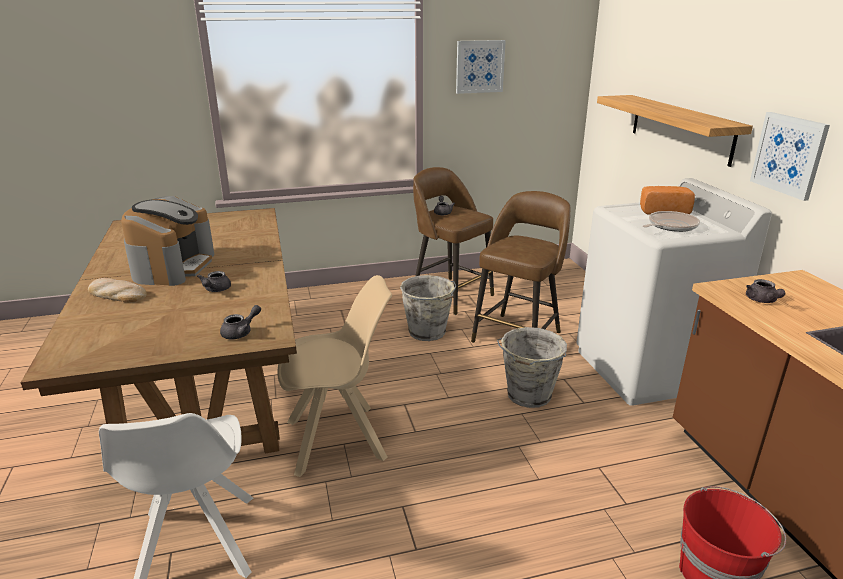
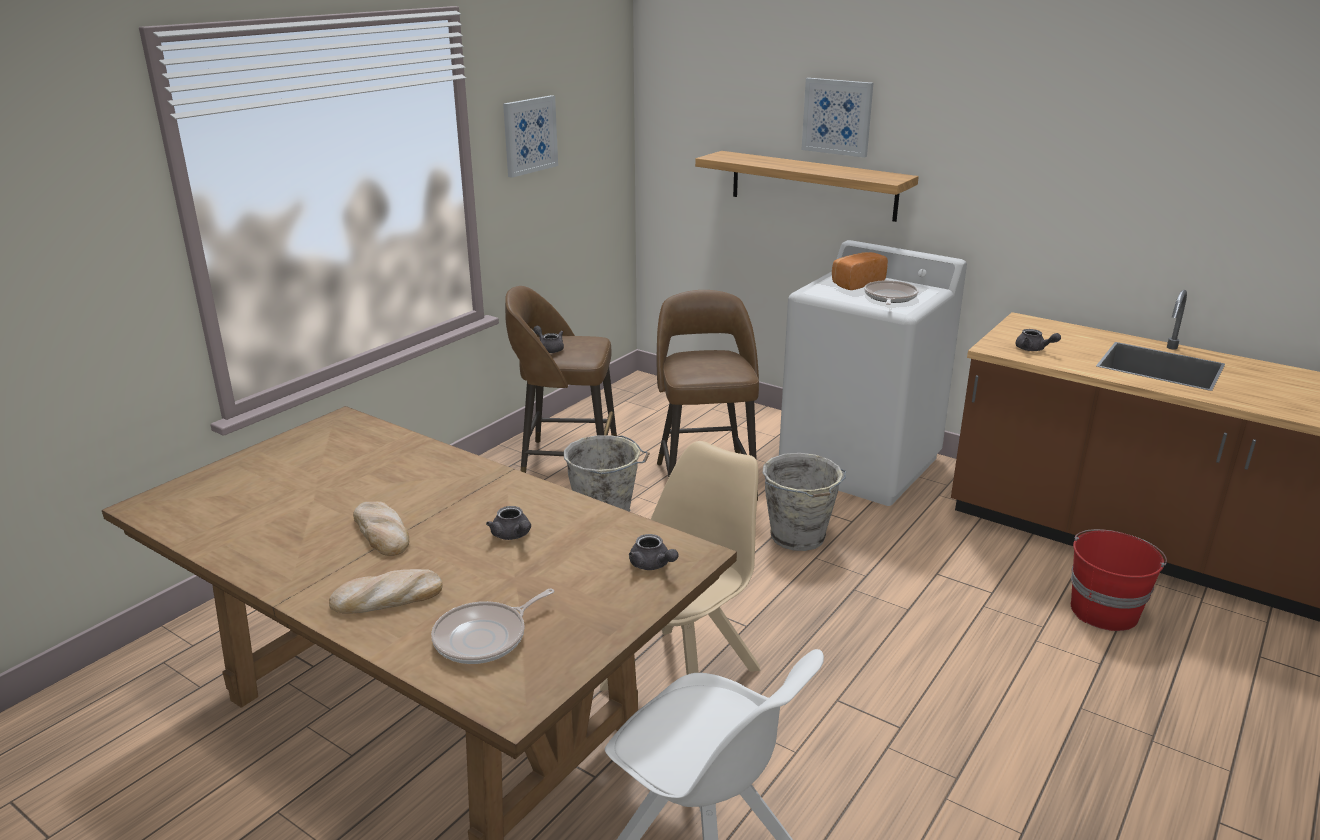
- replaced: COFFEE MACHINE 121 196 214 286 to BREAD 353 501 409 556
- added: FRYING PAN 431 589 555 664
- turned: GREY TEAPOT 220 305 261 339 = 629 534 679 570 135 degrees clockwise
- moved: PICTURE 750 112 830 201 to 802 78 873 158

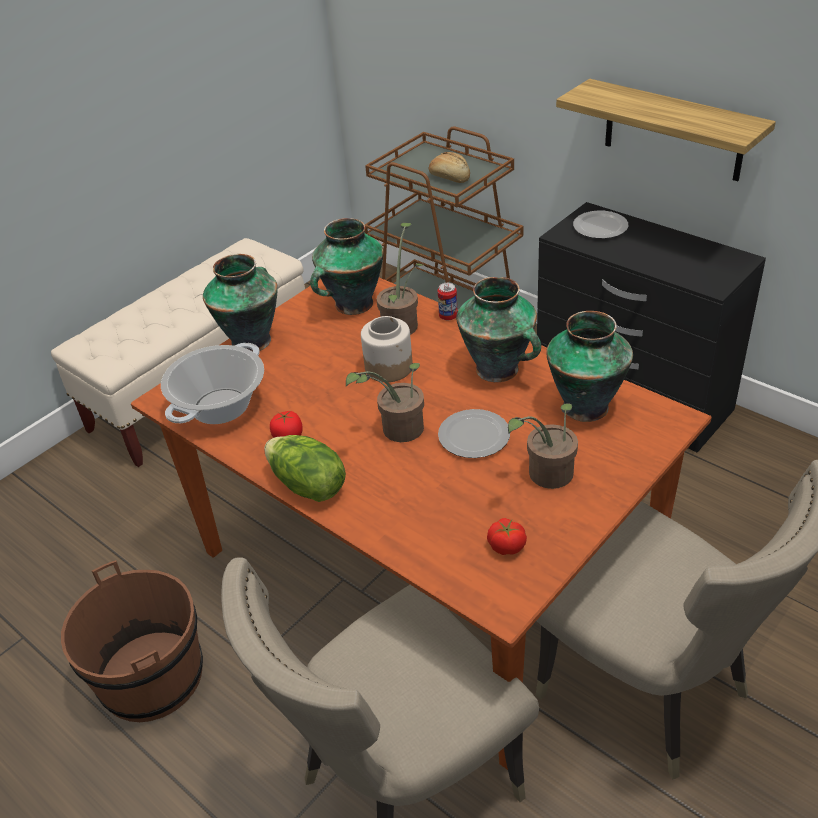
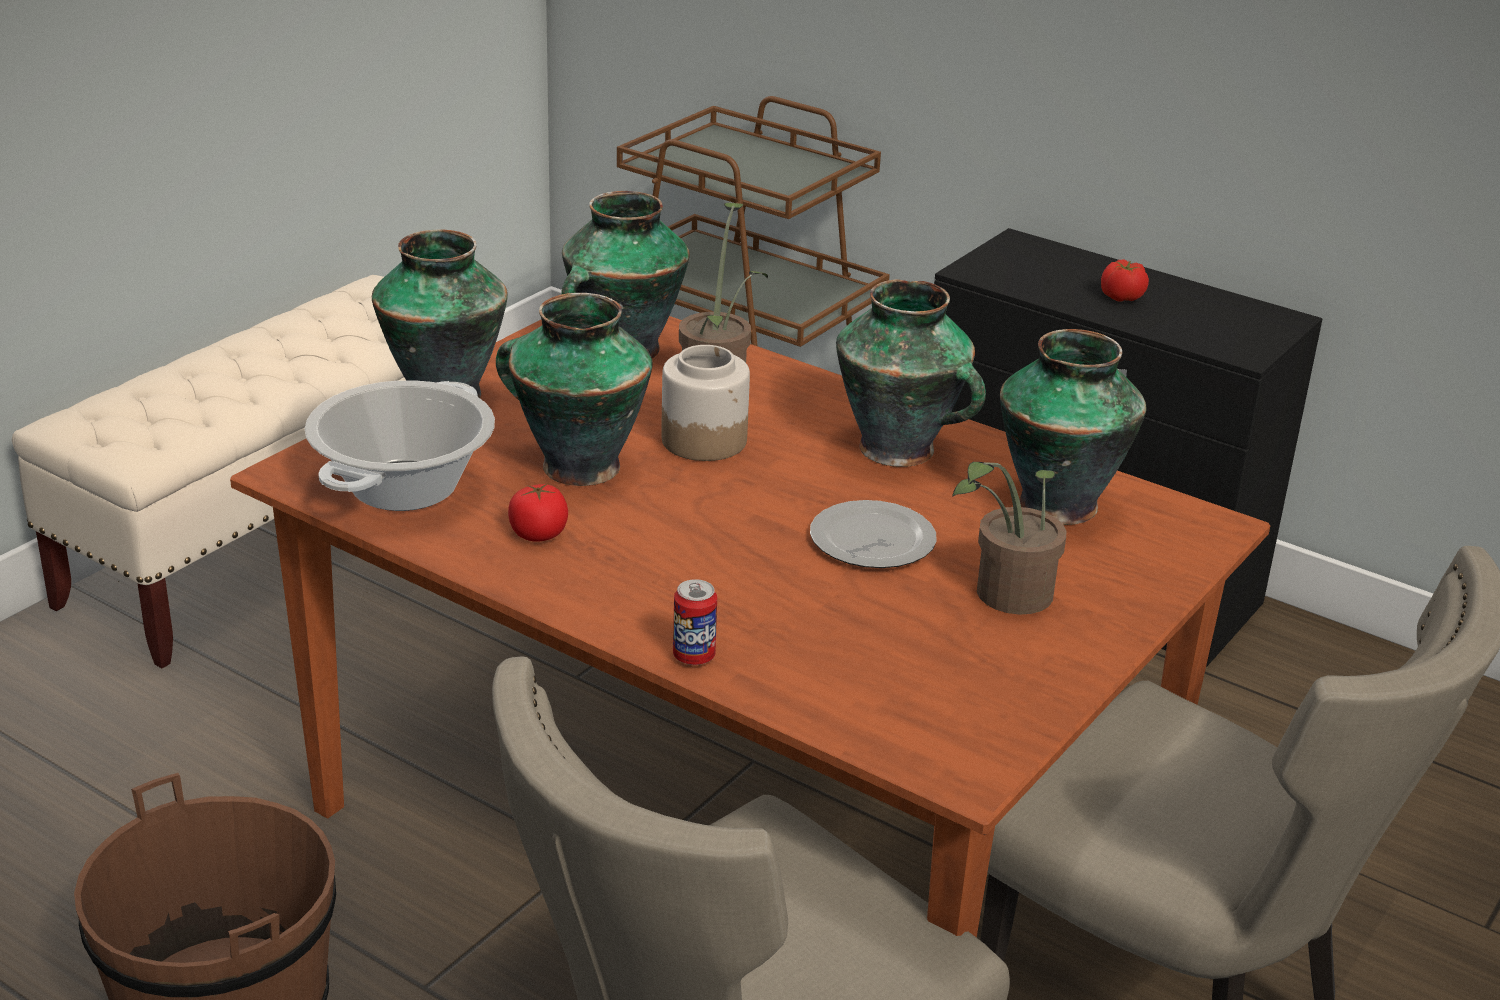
- added: VASE 496 293 653 486
- moved: CAN 438 283 458 320 to 673 579 717 665
- moved: TOMATO 487 518 527 555 to 1101 260 1149 302
- removed: LETTUCE 264 435 346 502
- removed: POTTED PLANT 346 363 424 442
- removed: BREAD 429 152 470 183
- removed: SHELF 556 79 776 181
- removed: PLATE 573 211 628 239

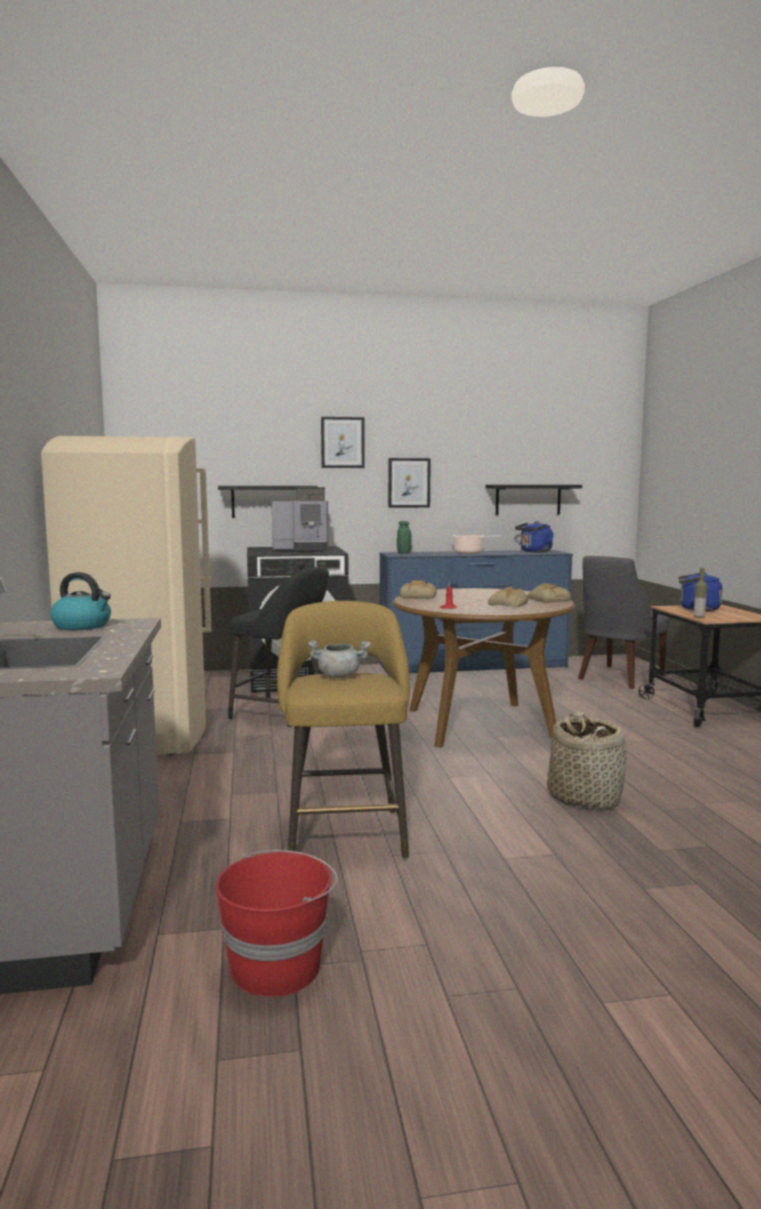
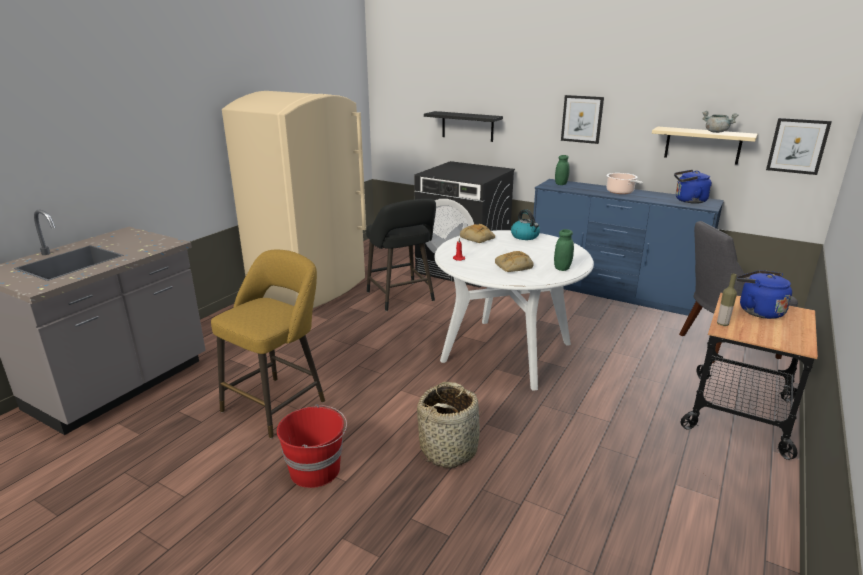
- moved: RED BUCKET 216 850 337 997 to 277 404 347 488
- recoloured: BROWN DINING TABLE 393 588 575 748 to WHITE DINING TABLE 434 230 594 391
- moved: KETTLE 50 572 111 630 to 511 209 540 240
- replaced: BREAD 527 583 571 603 to GREEN JAR 554 229 574 271
- recoloured: BLACK SHELF 486 485 582 515 to BEIGE SHELF 652 127 758 165
- moved: GREY COOKING POT 307 640 371 678 to 702 111 739 133
- moved: PICTURE 321 417 365 468 to 766 118 832 175
- removed: COFFEE MACHINE 272 487 328 552

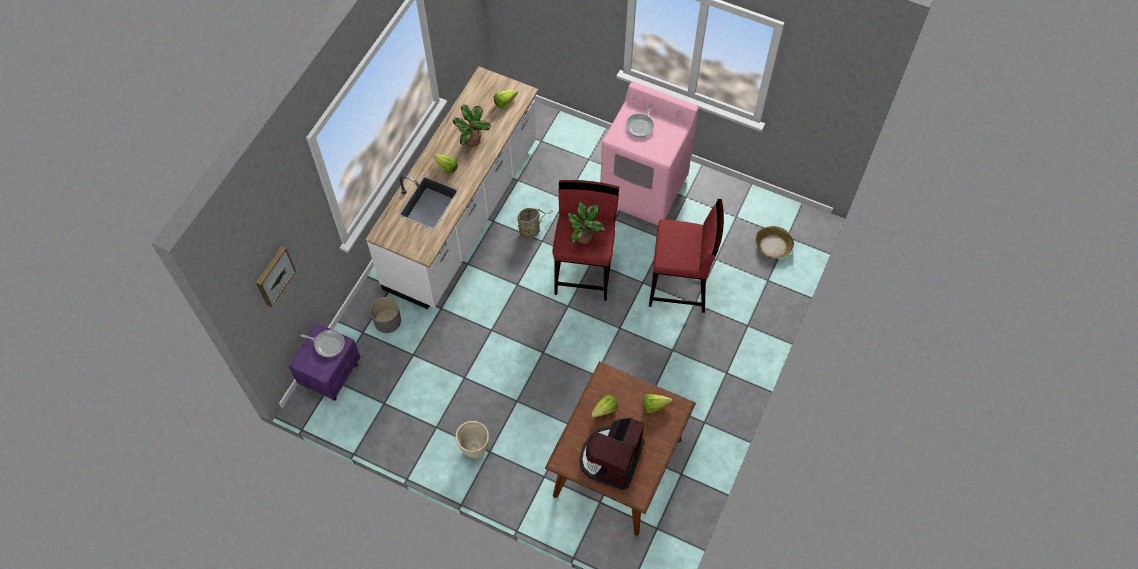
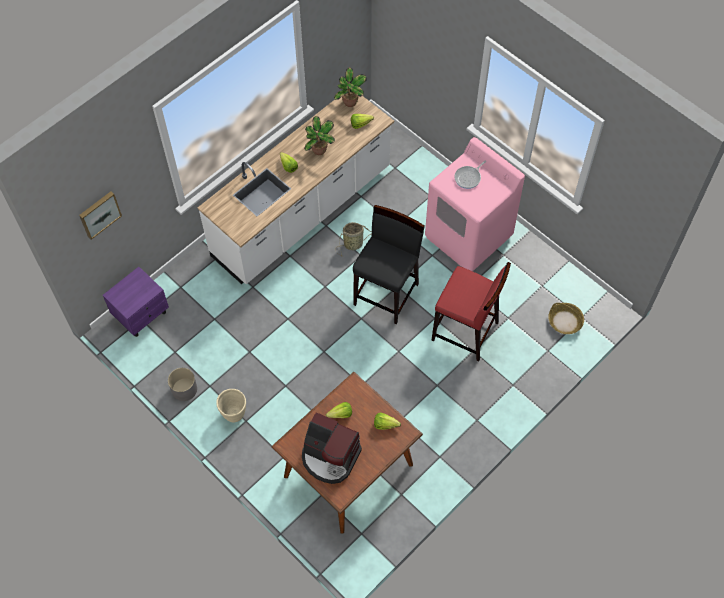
- moved: GREY PLANTER 370 297 401 333 to 168 368 197 401
- turned: COFFEE MACHINE 580 418 645 490 = 302 412 362 484 105 degrees counterclockwise
- moved: POTTED PLANT 567 202 605 244 to 334 67 367 107
- recoloured: RED STOOL 552 180 619 301 to BLACK STOOL 353 205 425 324
- removed: FRYING PAN 301 330 345 357

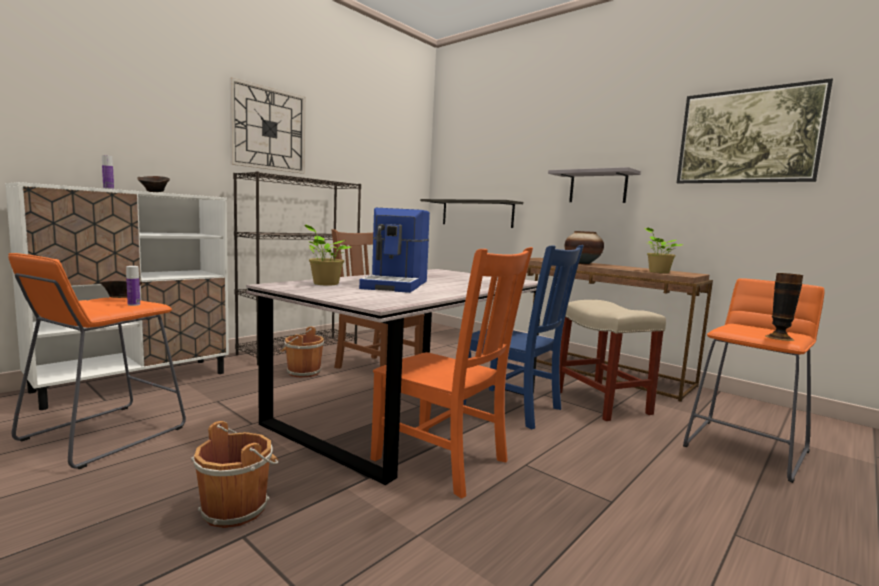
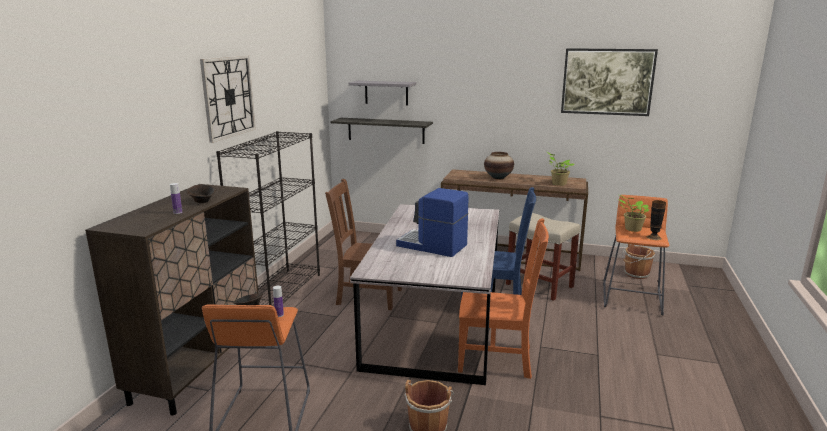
- recoloured: WHITE CABINET 5 182 229 410 to BROWN CABINET 85 184 260 415
- moved: GREY SHELF 548 167 641 203 to 348 81 416 105
- turned: COFFEE MACHINE 359 208 430 293 = 396 188 469 257 135 degrees clockwise
- moved: POTTED PLANT 304 225 351 285 to 618 195 650 232
- moved: BROWN BUCKET 280 327 324 378 to 622 244 655 279

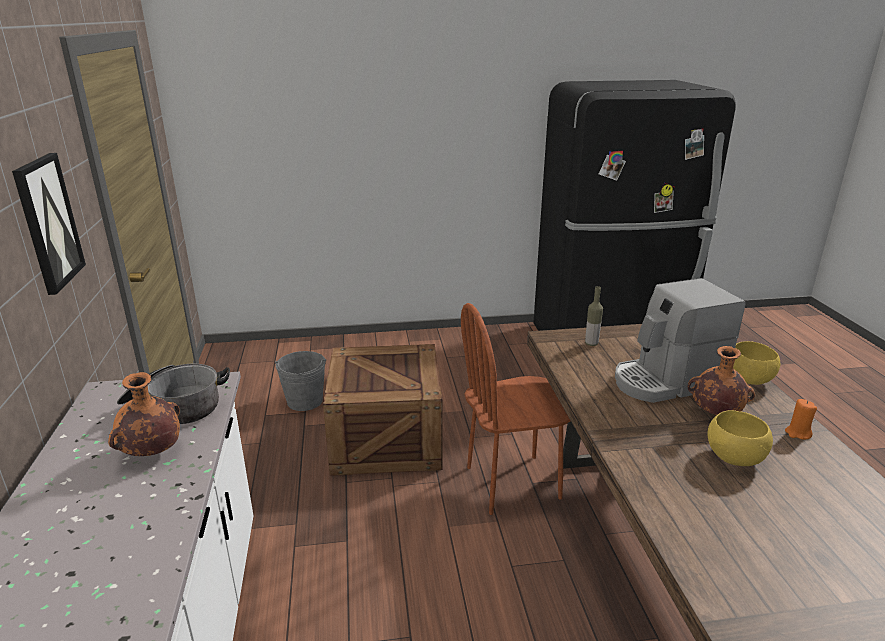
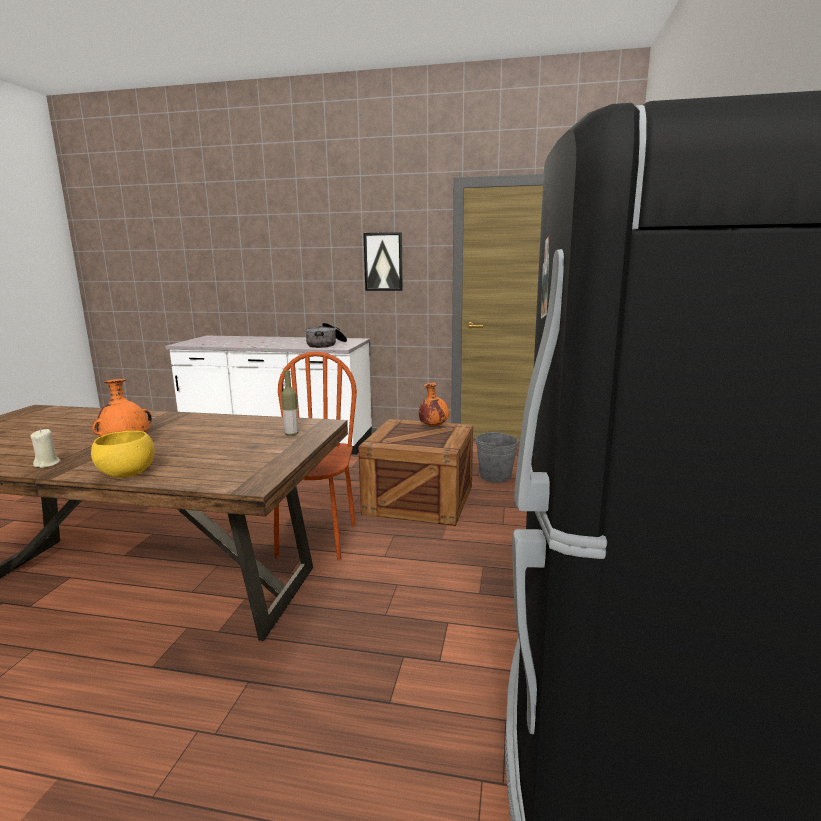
- recoloured: ORANGE CANDLE 785 399 817 440 to BEIGE CANDLE 30 429 61 468
- moved: ORANGE VASE 108 372 180 456 to 419 383 449 427
- removed: COFFEE MACHINE 615 278 746 403
- removed: YELLOW BOWL 707 410 773 466

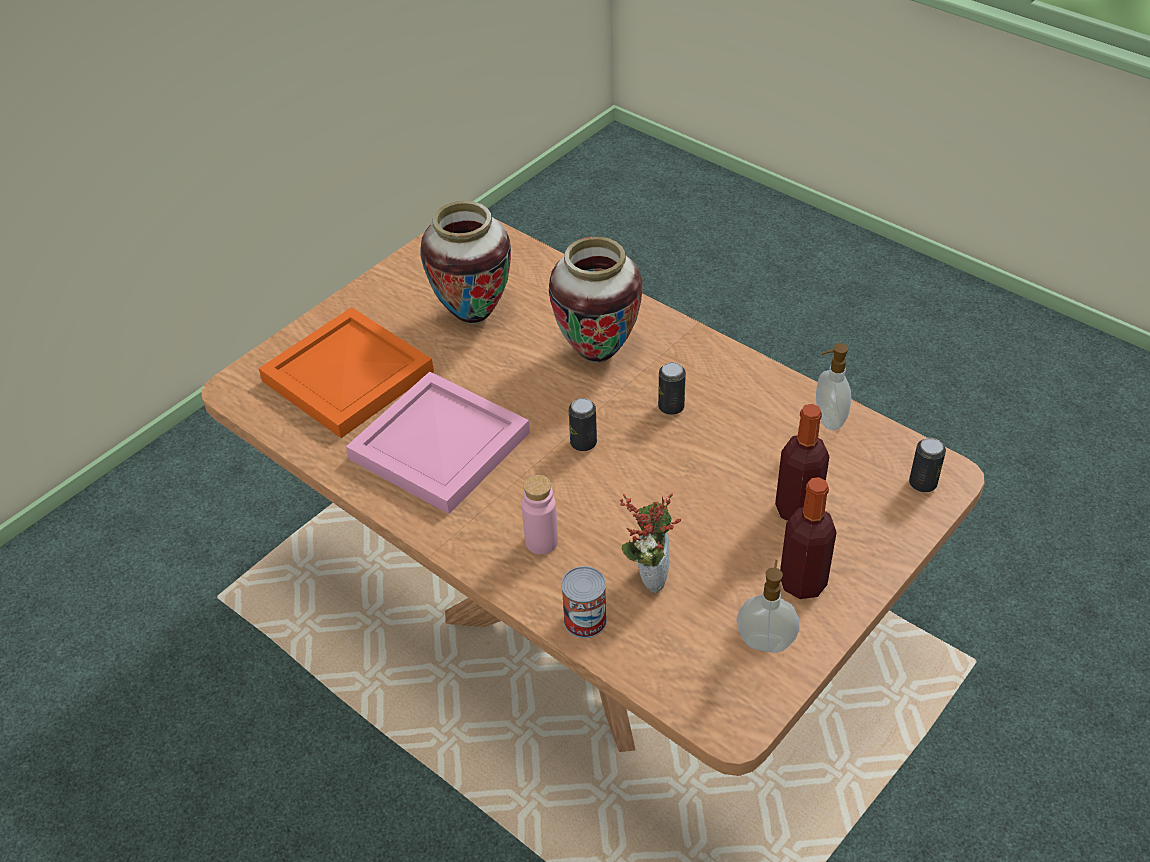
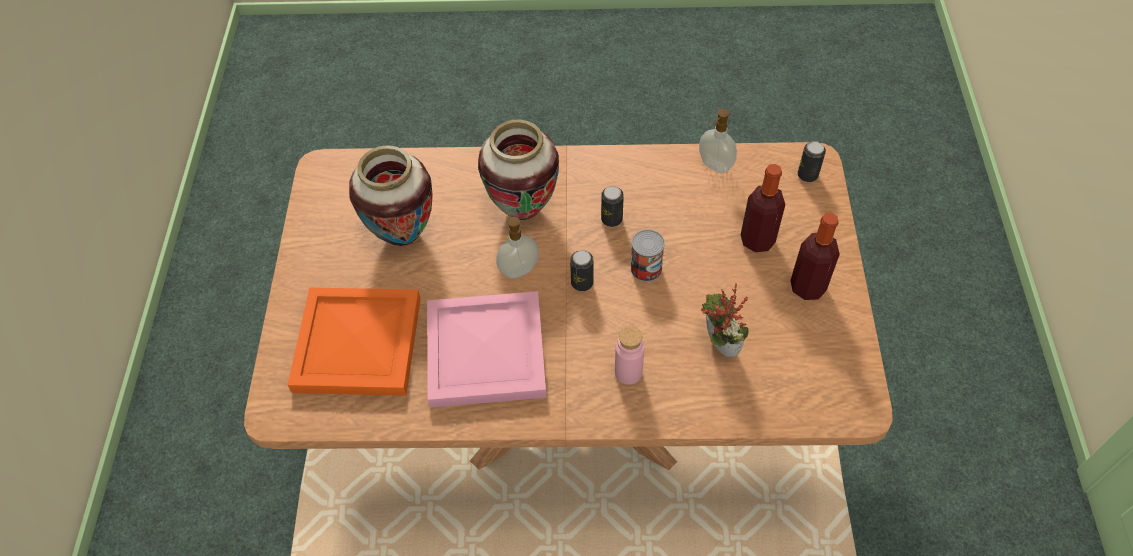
- moved: SOAP DISPENSER 736 560 800 653 to 496 212 539 279
- moved: CAN 561 566 607 638 to 630 229 665 282

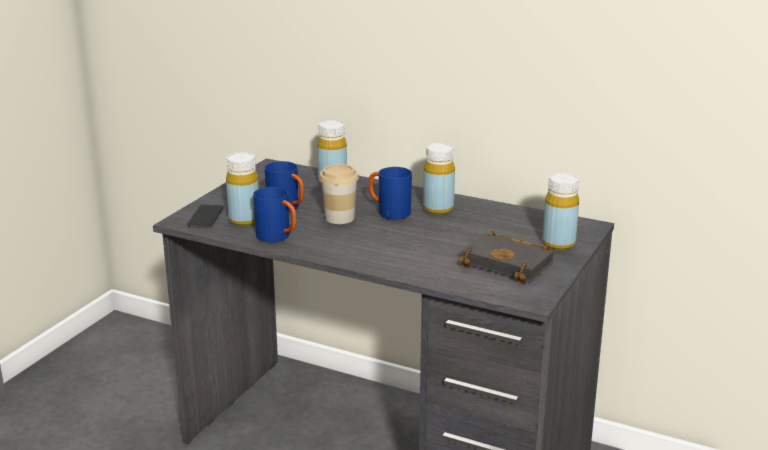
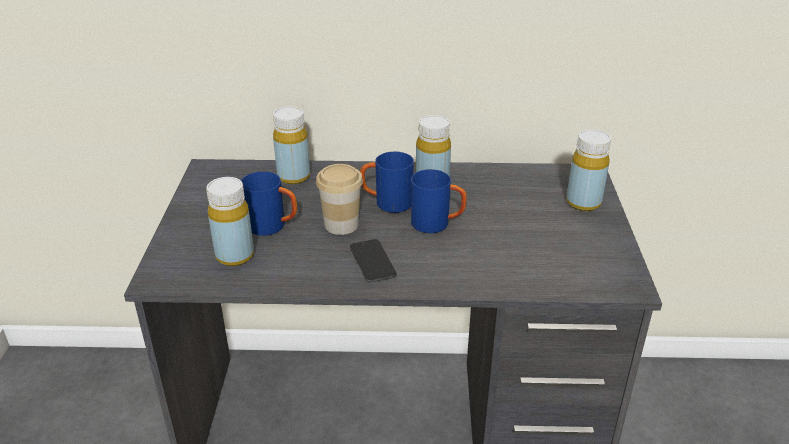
- moved: PHONE 187 205 224 228 to 350 239 397 282
- moved: BLUE MUG 253 187 296 242 to 411 169 467 233
- removed: BLACK BOOK 459 231 554 283

